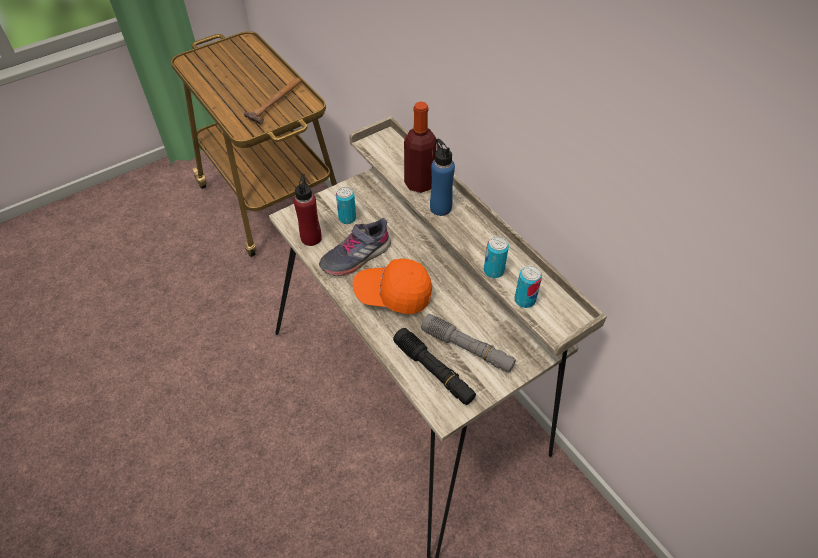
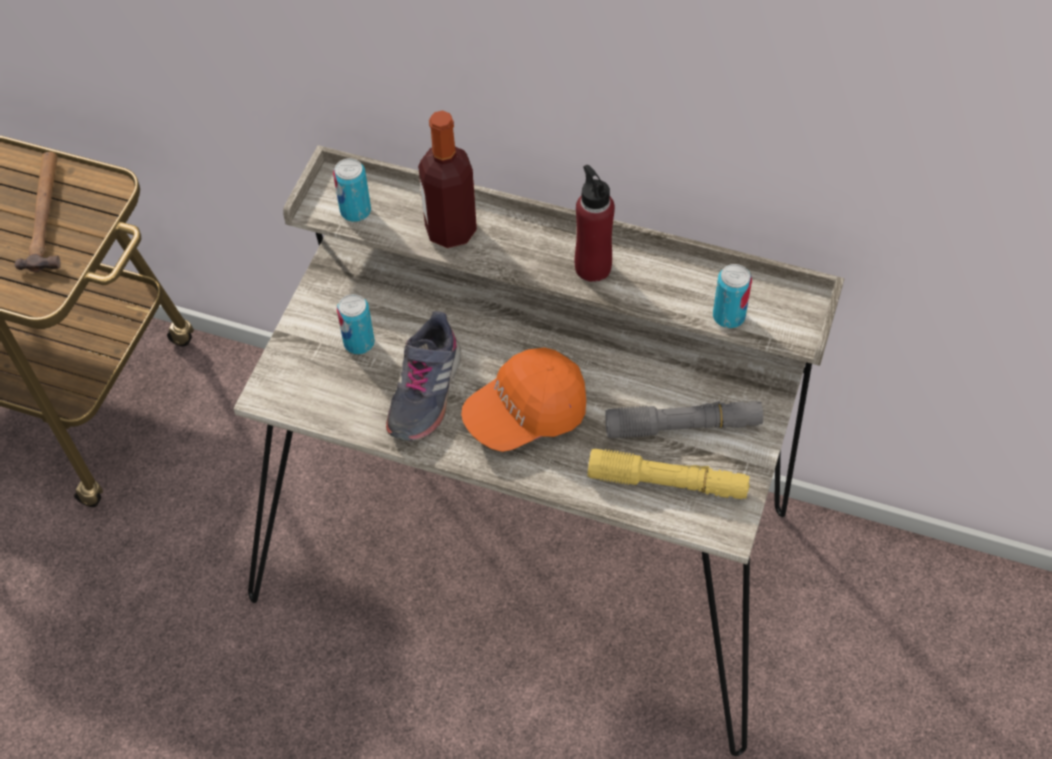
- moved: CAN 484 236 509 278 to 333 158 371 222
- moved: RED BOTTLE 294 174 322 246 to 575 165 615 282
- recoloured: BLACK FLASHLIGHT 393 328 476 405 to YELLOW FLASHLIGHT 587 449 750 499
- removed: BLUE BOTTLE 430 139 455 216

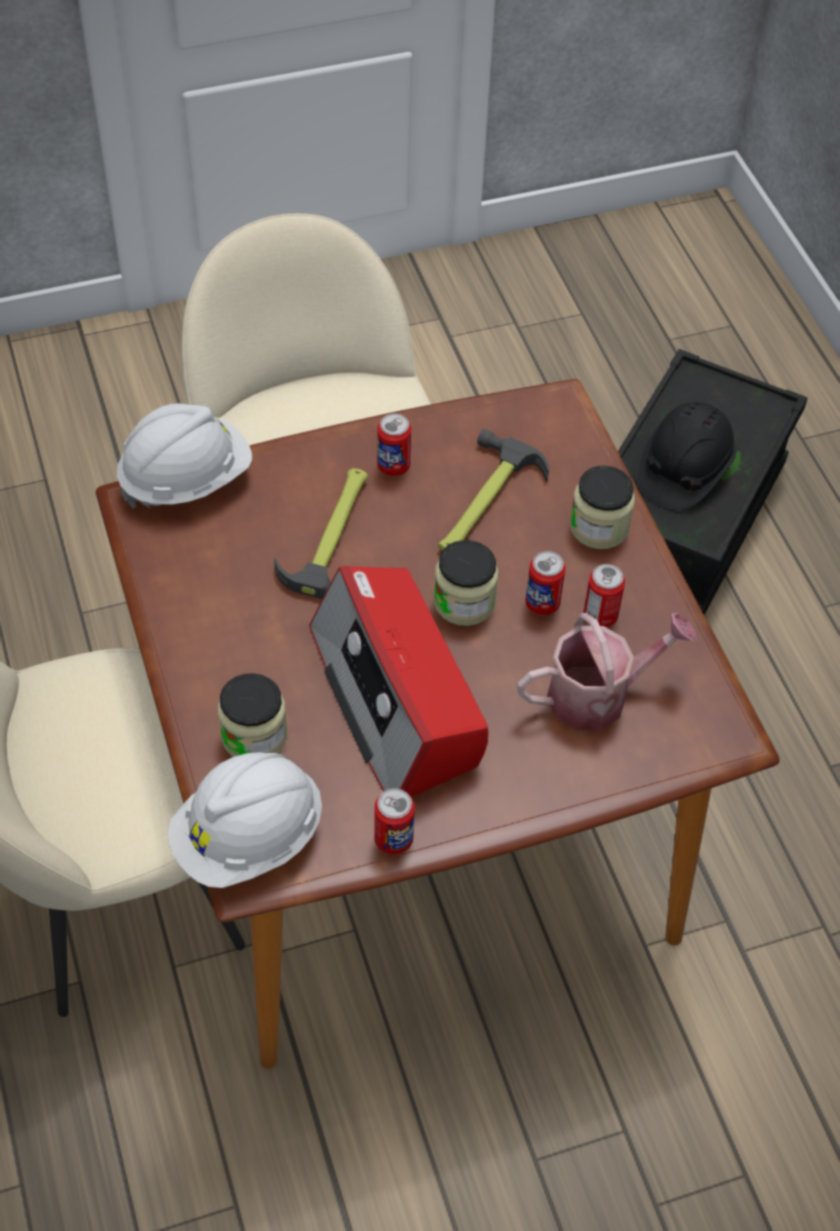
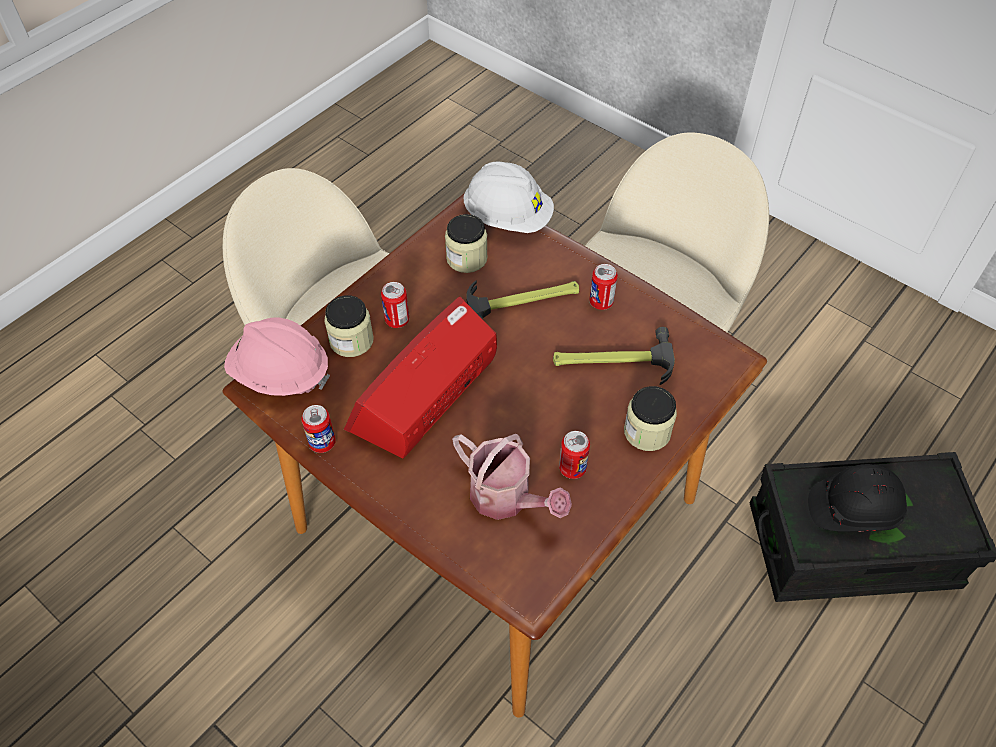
- recoloured: WHITE HARD HAT 167 752 322 888 to PINK HARD HAT 224 317 330 396
- moved: CAN 525 551 566 615 to 381 282 409 328
- moved: JAR 434 540 498 626 to 445 214 488 273

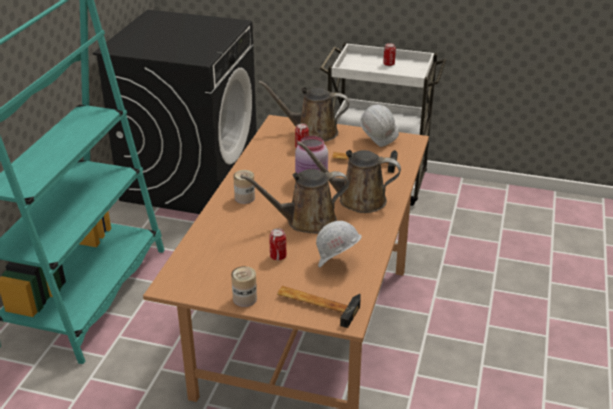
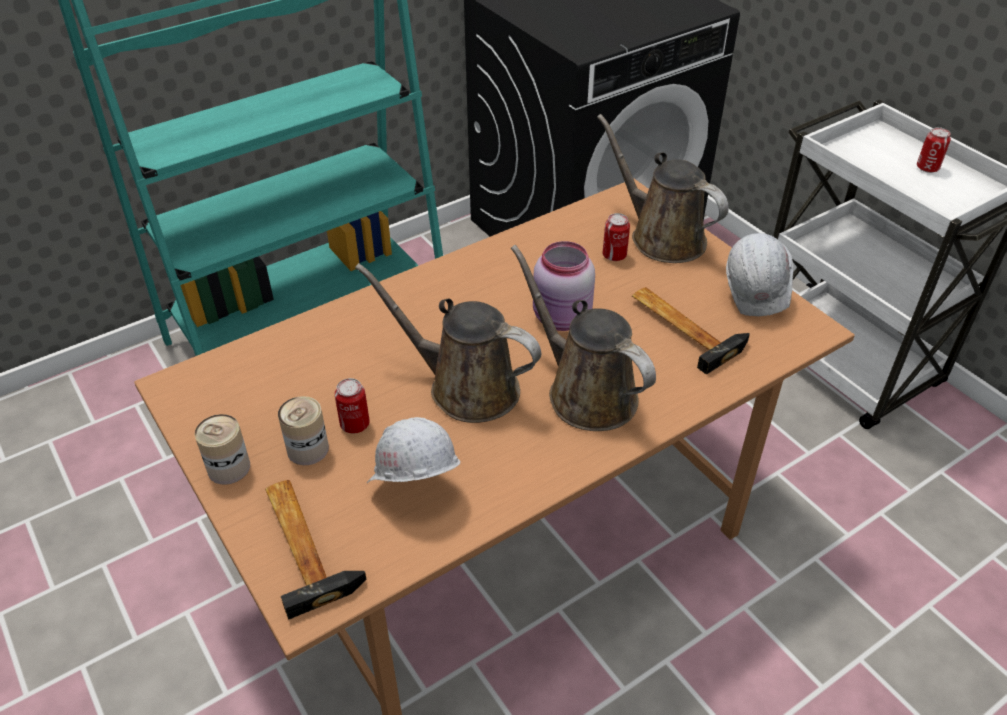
- moved: CAN 233 170 255 204 to 278 396 329 465

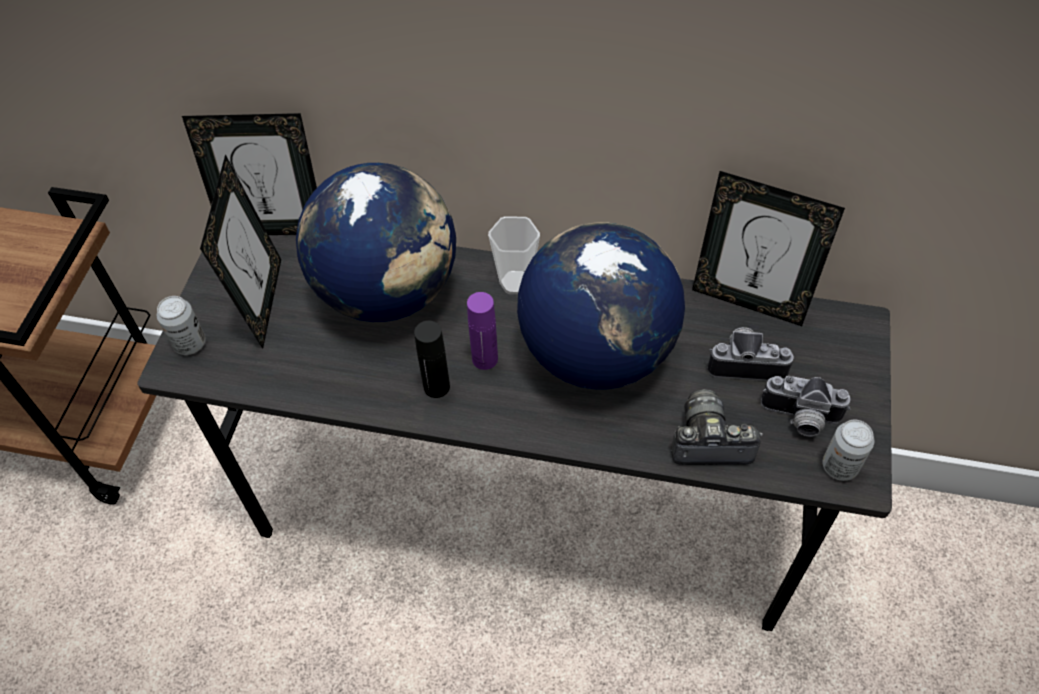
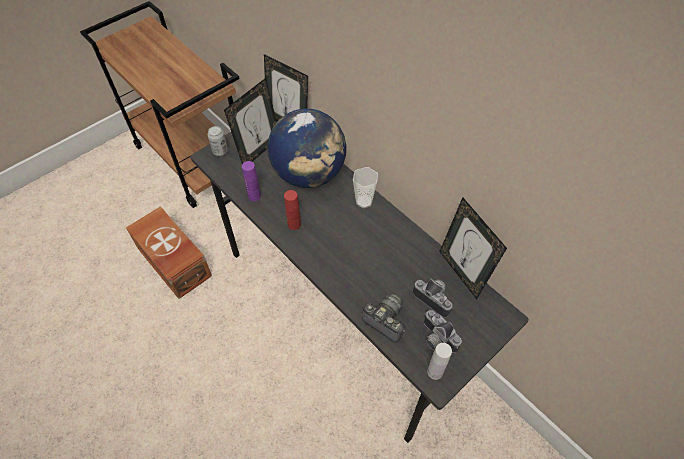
- added: BROWN STORAGE BOX 126 206 212 299
- moved: PURPLE BOTTLE 467 292 498 370 to 242 161 261 201
- recoloured: BLACK BOTTLE 414 321 450 398 to RED BOTTLE 284 190 301 230
- replaced: CAN 822 420 874 481 to WHITE BOTTLE 427 343 452 380
- removed: GLOBE 517 222 685 390

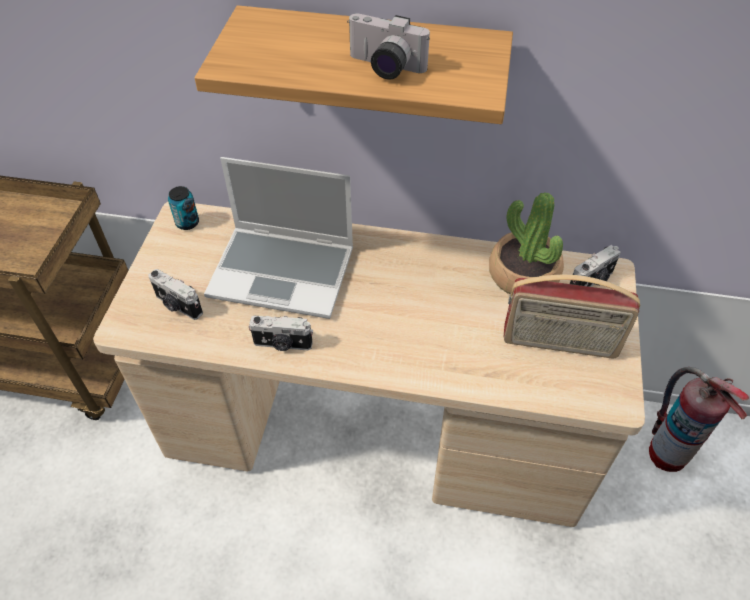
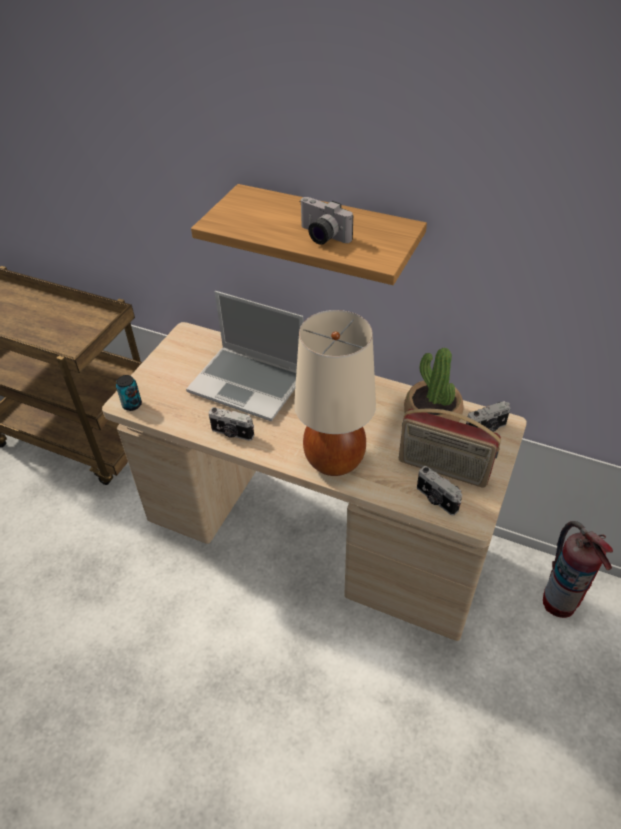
- moved: CAN 168 186 199 230 to 116 375 142 411
- added: BEIGE TABLE LAMP 294 310 376 476
- moved: PHOTO CAMERA 148 269 203 320 to 417 466 462 515

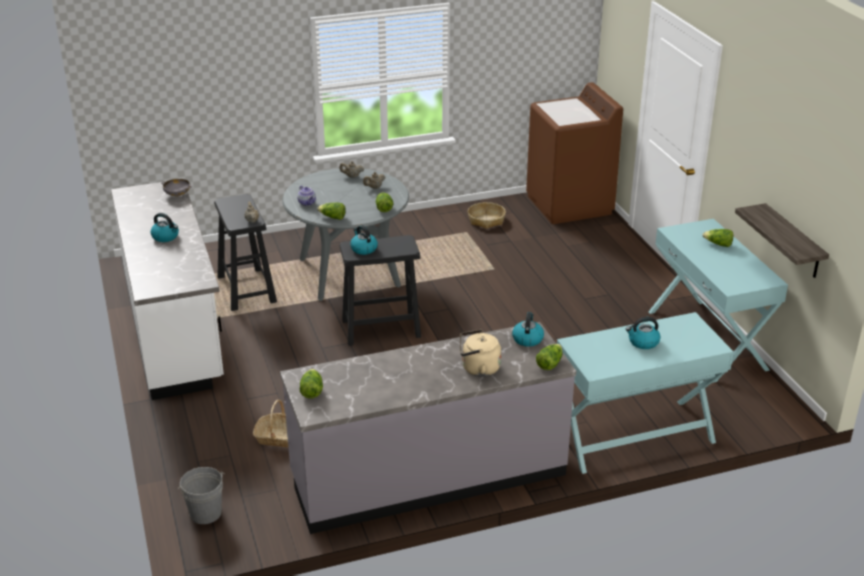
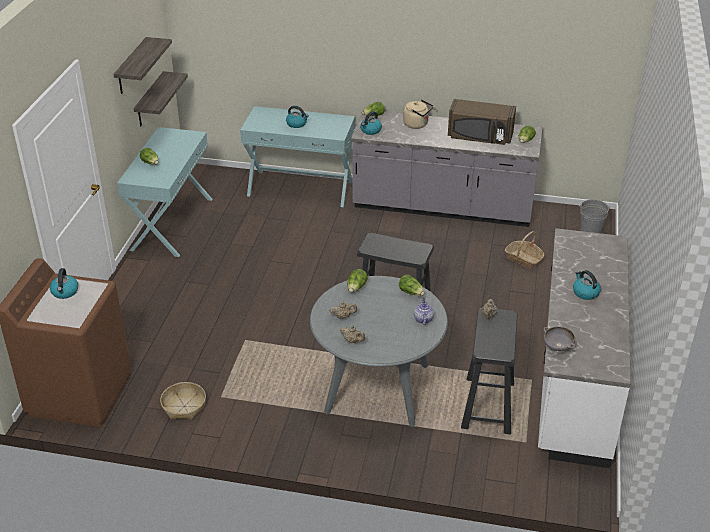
- moved: KETTLE 350 225 378 255 to 50 268 78 299
- added: SHELF 114 37 172 94
- added: BROWN MICROWAVE 448 99 516 145

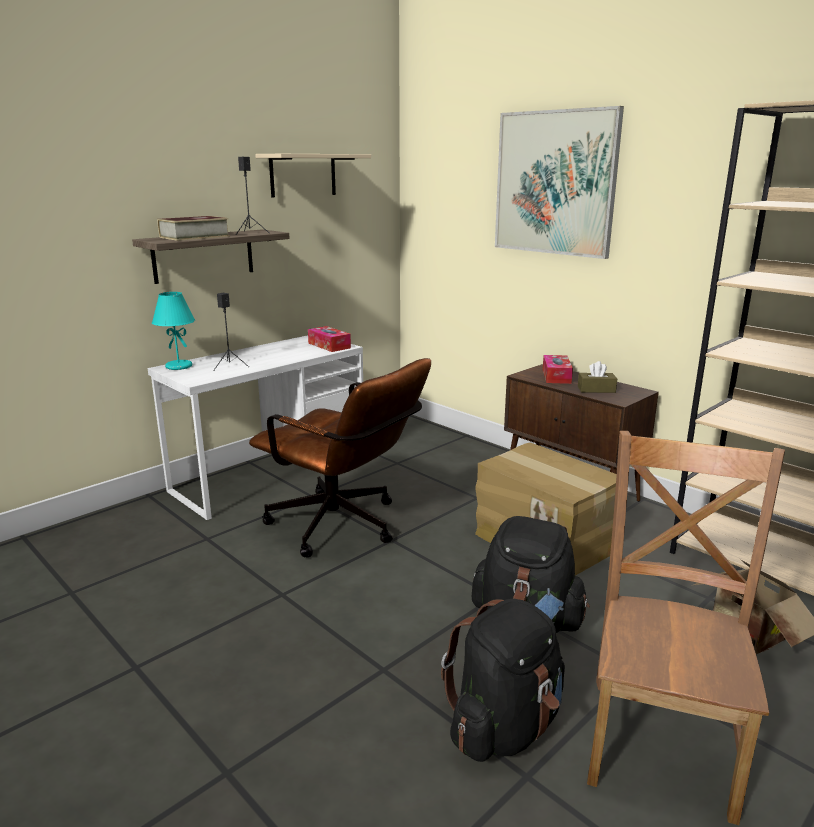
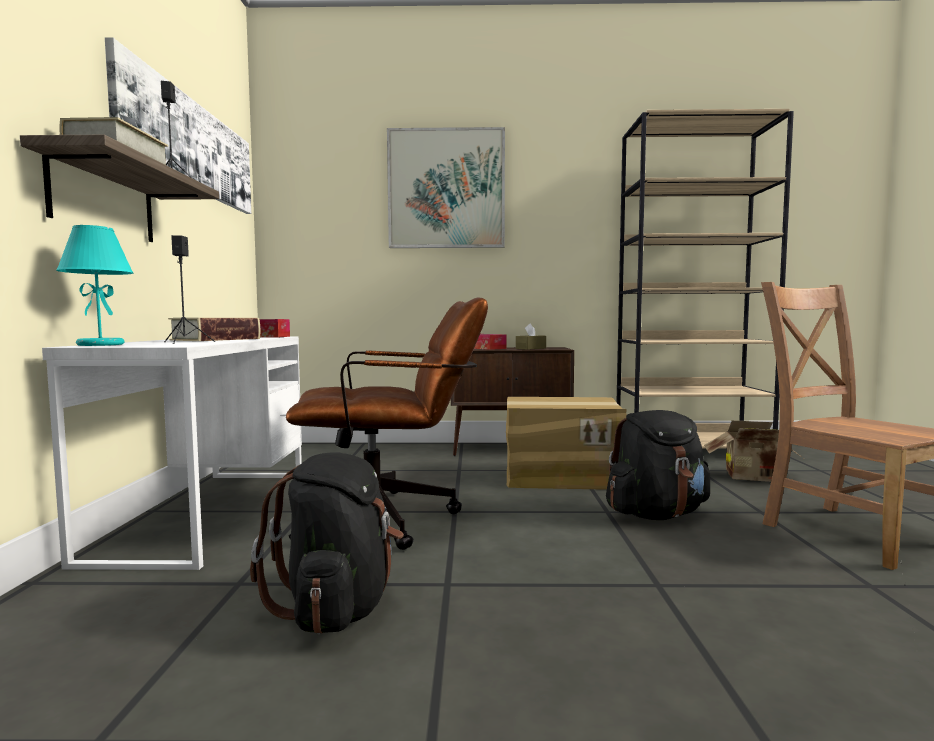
- replaced: BEIGE SHELF 255 154 371 197 to PICTURE 105 37 251 214
- added: BOOK 168 318 260 341
- moved: BLACK BACKPACK 441 598 565 762 to 250 452 404 634

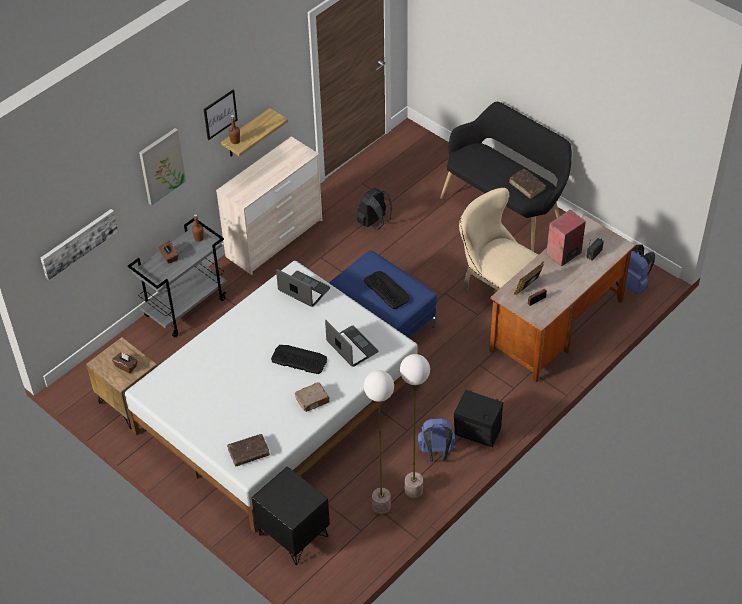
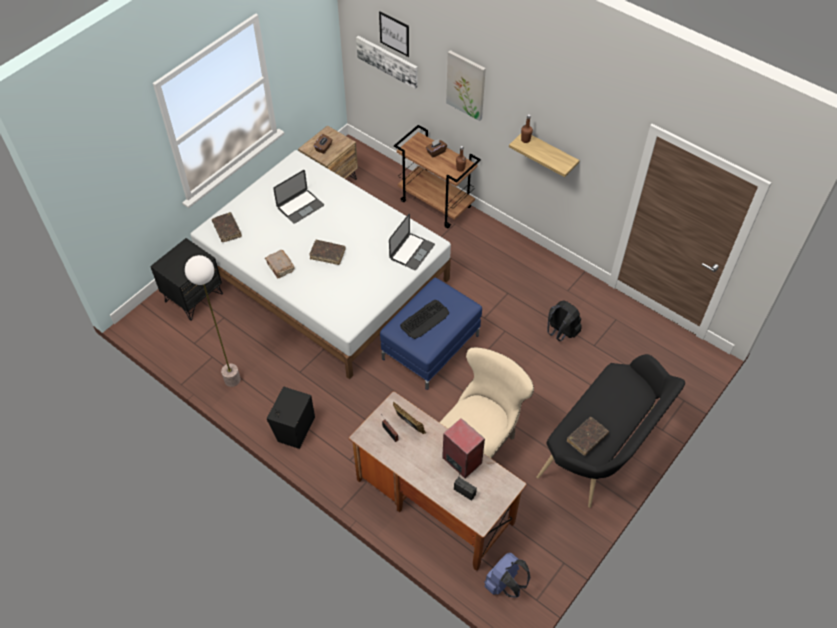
- moved: LAPTOP 325 320 379 367 to 273 170 324 224
- replaced: KEYBOARD 271 345 327 374 to BROWN BOOK 309 240 346 265
- moved: PICTURE 204 89 238 140 to 379 11 409 57
- recoloured: GREY CART 128 218 227 337 to BROWN CART 394 125 481 229
- removed: BEIGE DRESSER 216 136 322 275
- removed: FLOOR LAMP 364 370 394 514
- removed: BLUE BACKPACK 418 418 456 462

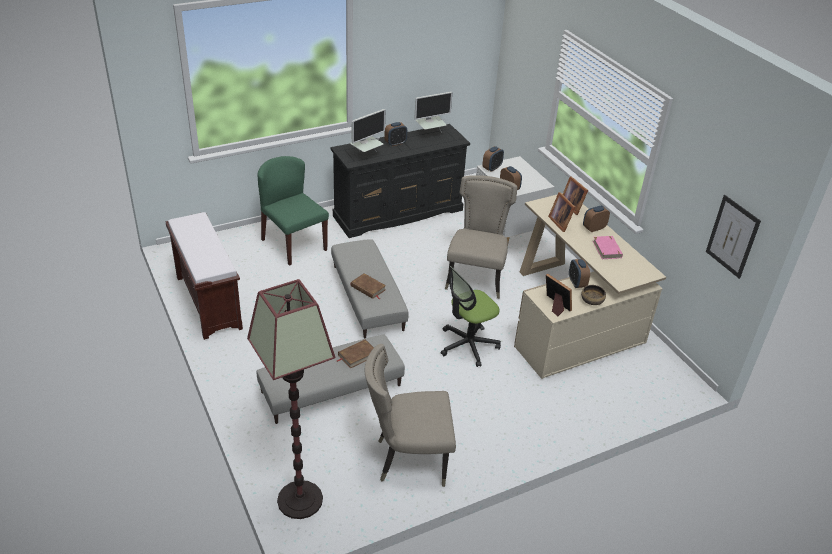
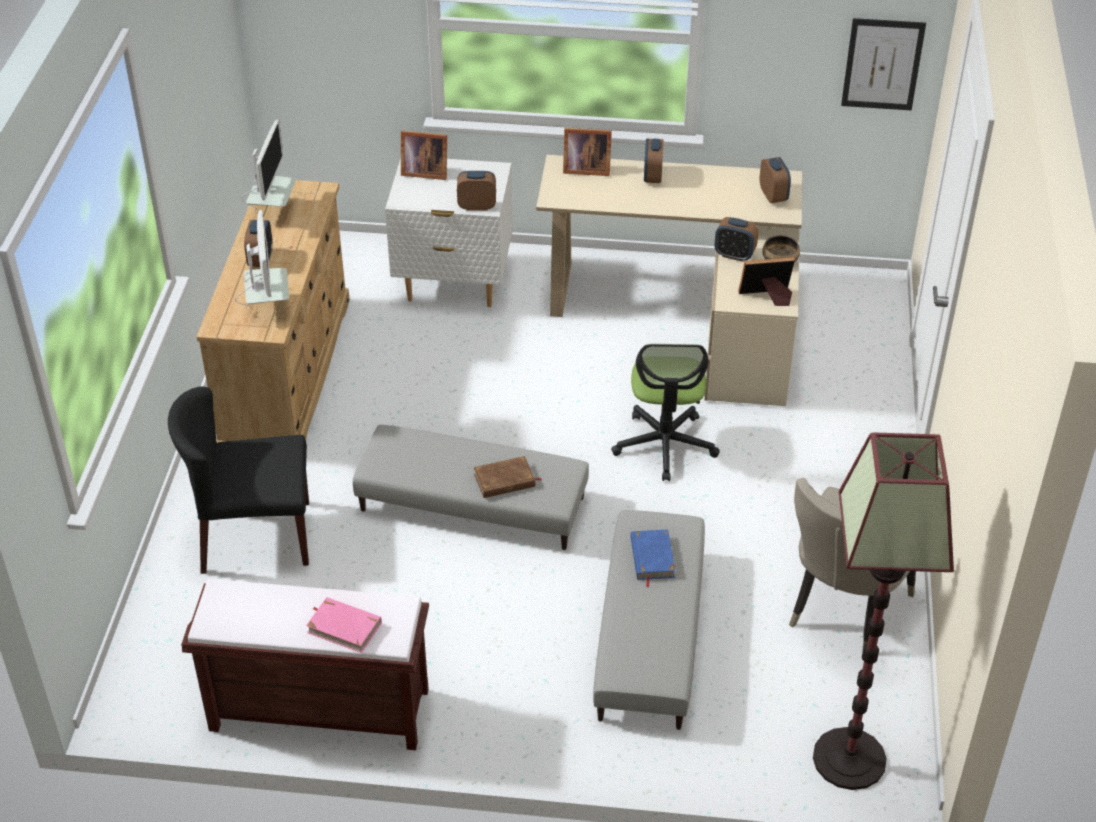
- recoloured: GREEN CHAIR 257 156 329 266 to BLACK CHAIR 168 387 309 574
- recoloured: BLACK DRESSER 331 124 470 238 to BEIGE DRESSER 197 180 350 443
- moved: PINK BOOK 593 236 623 259 to 306 597 382 653
- moved: PICTURE FRAME 548 192 576 232 to 401 130 447 180
- recoloured: BROWN BOOK 337 339 374 368 to BLUE BOOK 631 529 675 587
- moved: ALARM CLOCK 482 146 504 172 to 760 157 791 203
- removed: BEIGE CHAIR 445 175 517 299

